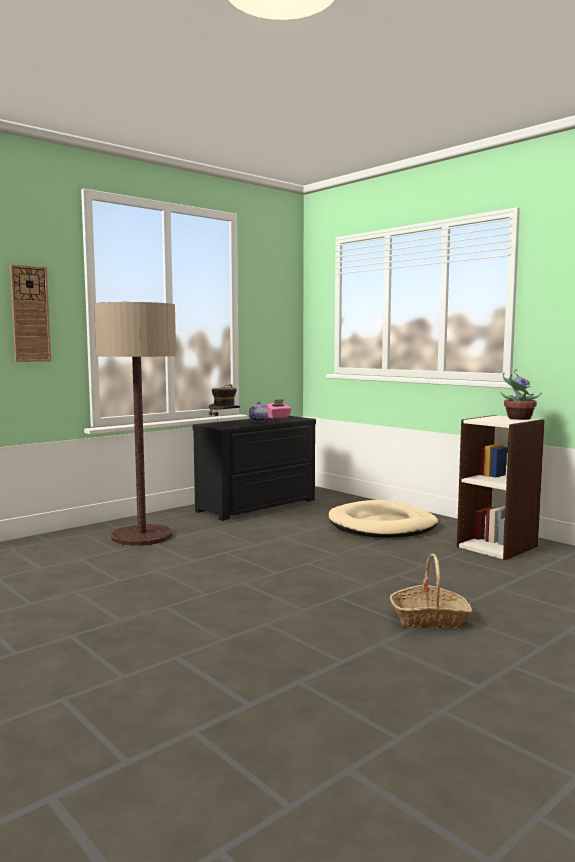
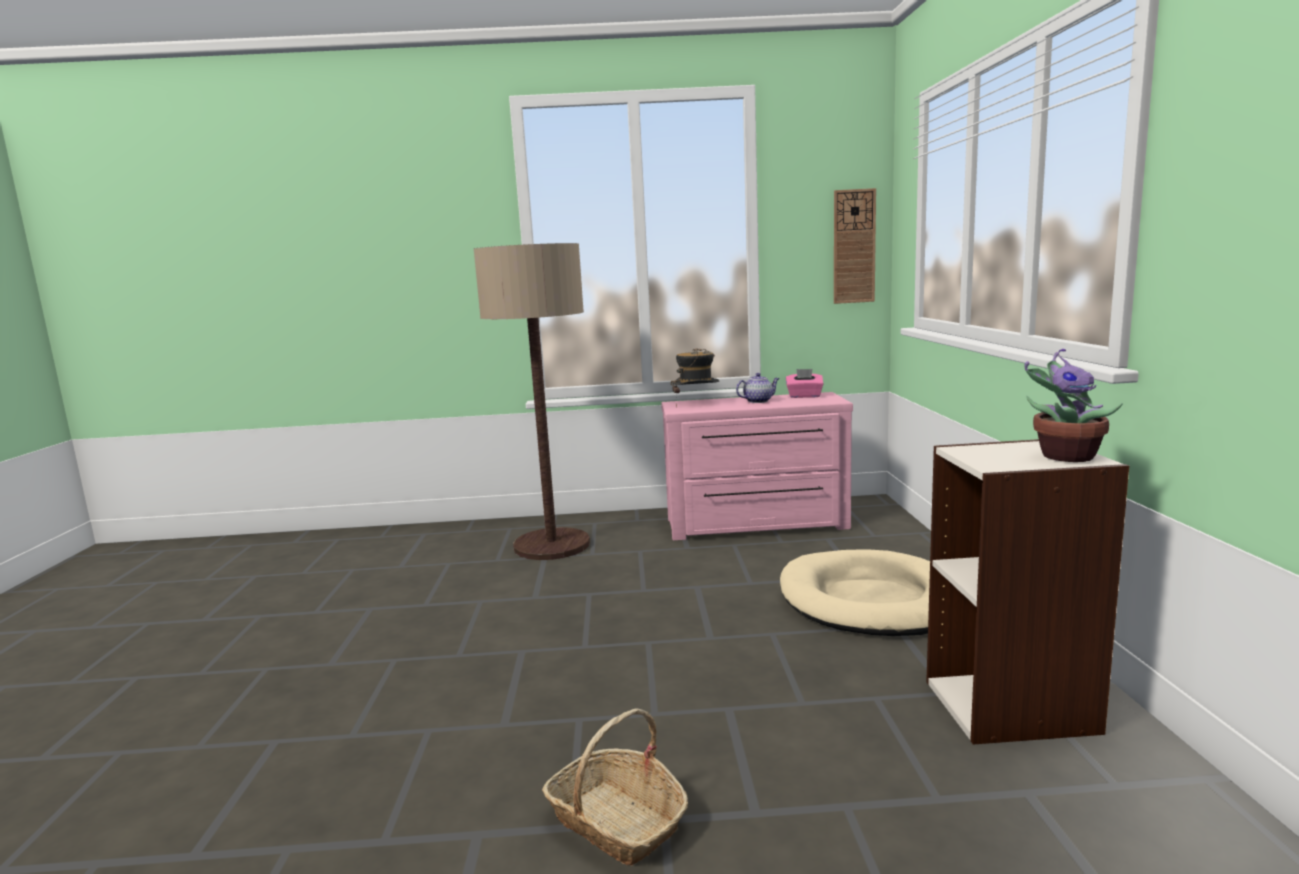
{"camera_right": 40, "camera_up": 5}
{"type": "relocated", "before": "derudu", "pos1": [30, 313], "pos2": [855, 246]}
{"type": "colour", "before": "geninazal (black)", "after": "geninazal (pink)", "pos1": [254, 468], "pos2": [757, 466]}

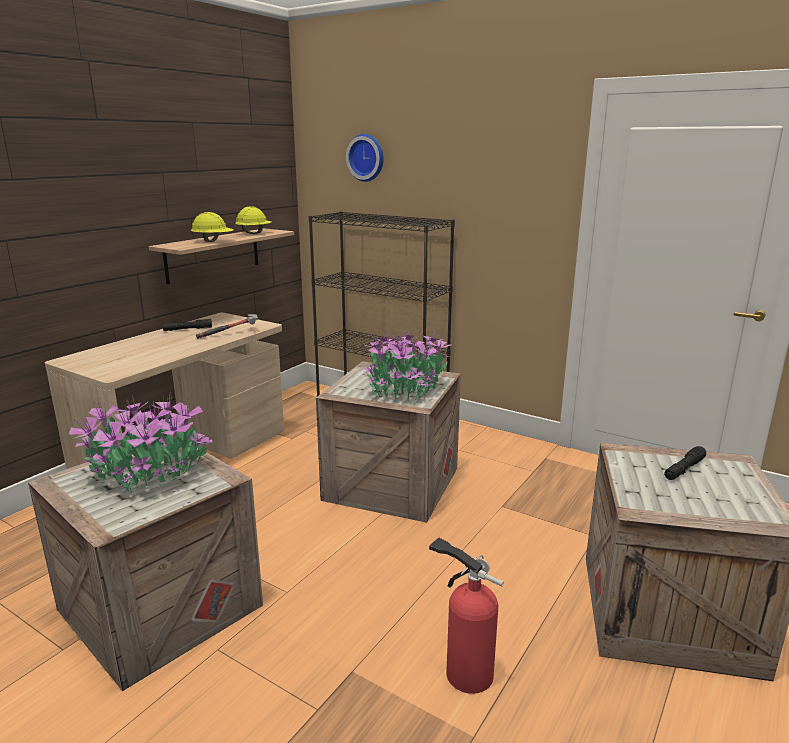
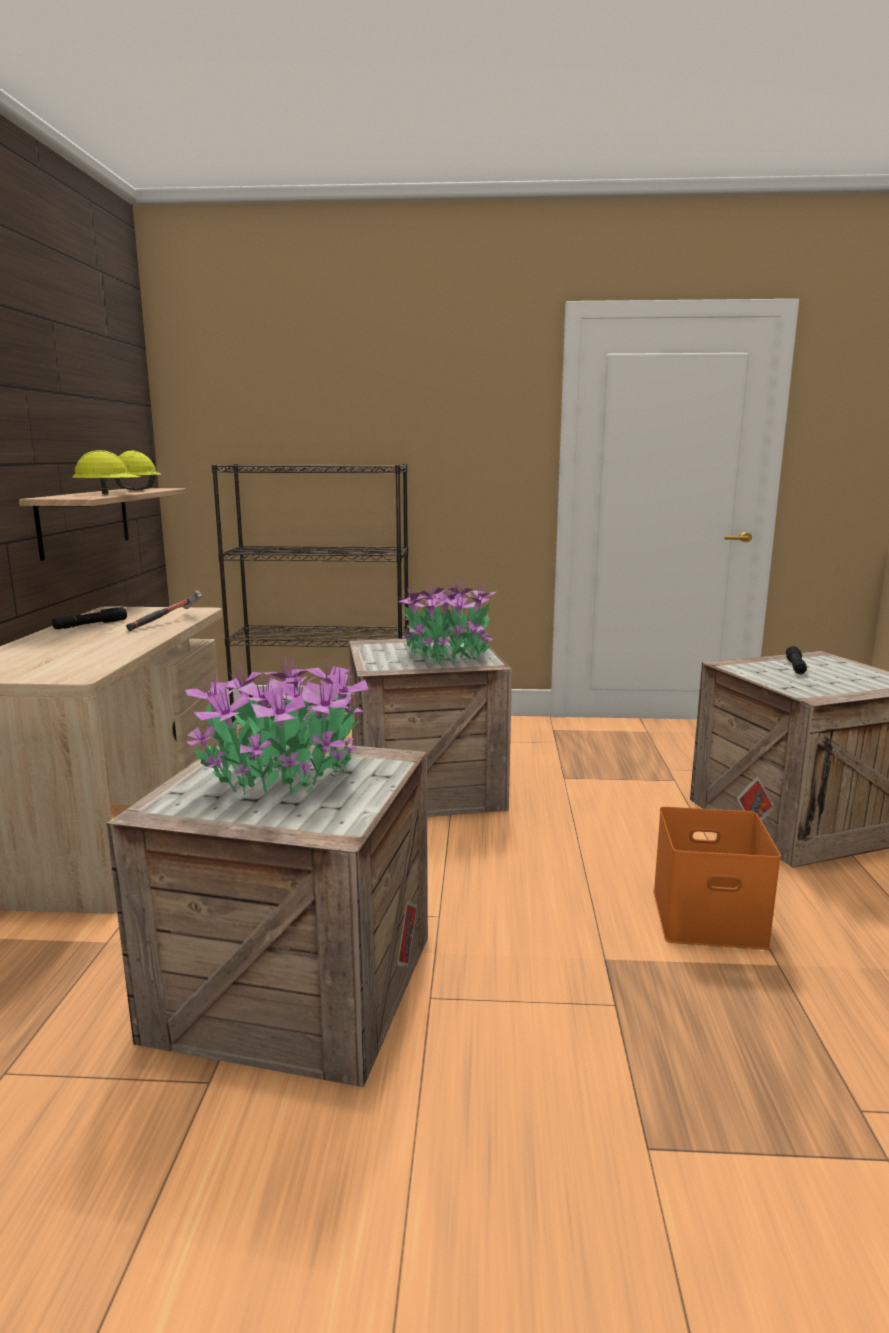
{"camera_right": -30, "camera_up": -5}
{"type": "missing", "before": "derudu", "pos1": [365, 158]}
{"type": "exchanged", "before": "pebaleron", "after": "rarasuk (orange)", "pos1": [466, 616], "pos2": [717, 878]}

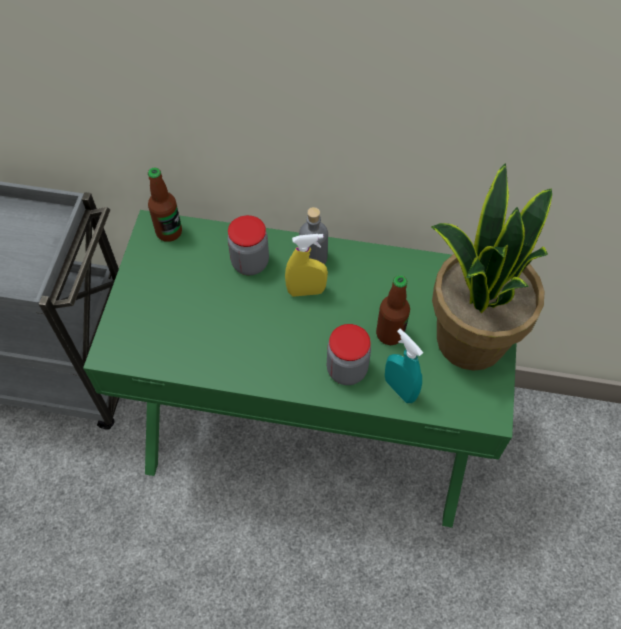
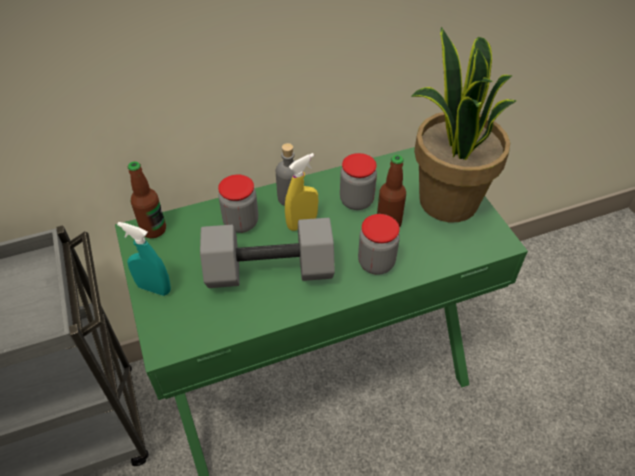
{"camera_right": -30, "camera_up": -10}
{"type": "appeared", "after": "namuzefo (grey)", "pos2": [267, 253]}
{"type": "appeared", "after": "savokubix", "pos2": [358, 181]}
{"type": "relocated", "before": "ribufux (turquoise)", "pos1": [404, 366], "pos2": [144, 259]}

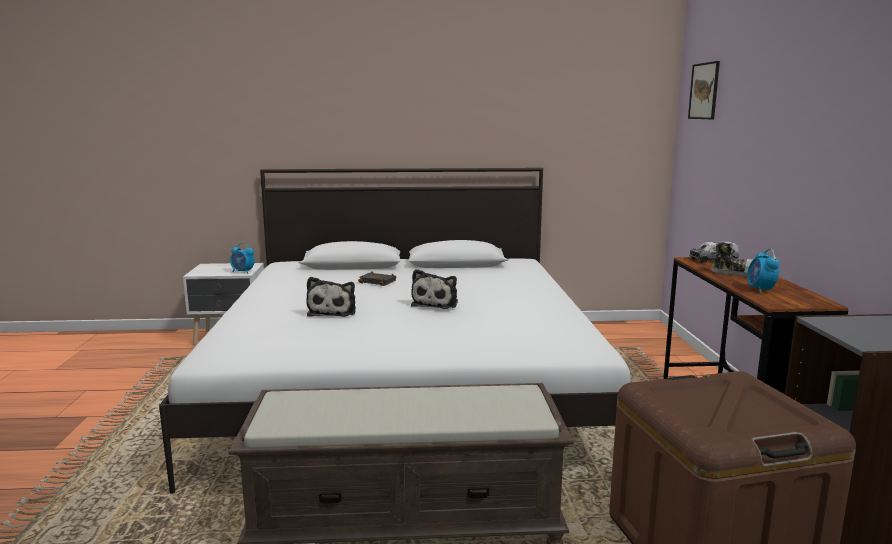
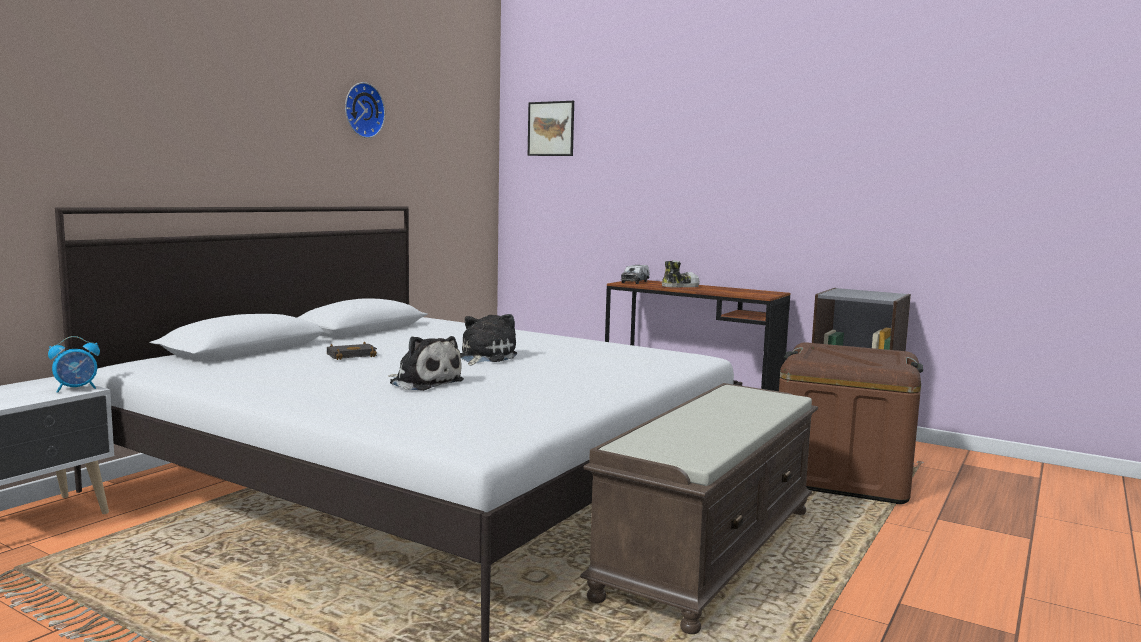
{"camera_right": -55, "camera_up": -5}
{"type": "missing", "before": "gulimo", "pos1": [763, 270]}
{"type": "appeared", "after": "derudu", "pos2": [365, 110]}
{"type": "spun", "before": "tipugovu", "pos1": [434, 289], "pos2": [488, 339], "turn": -120}

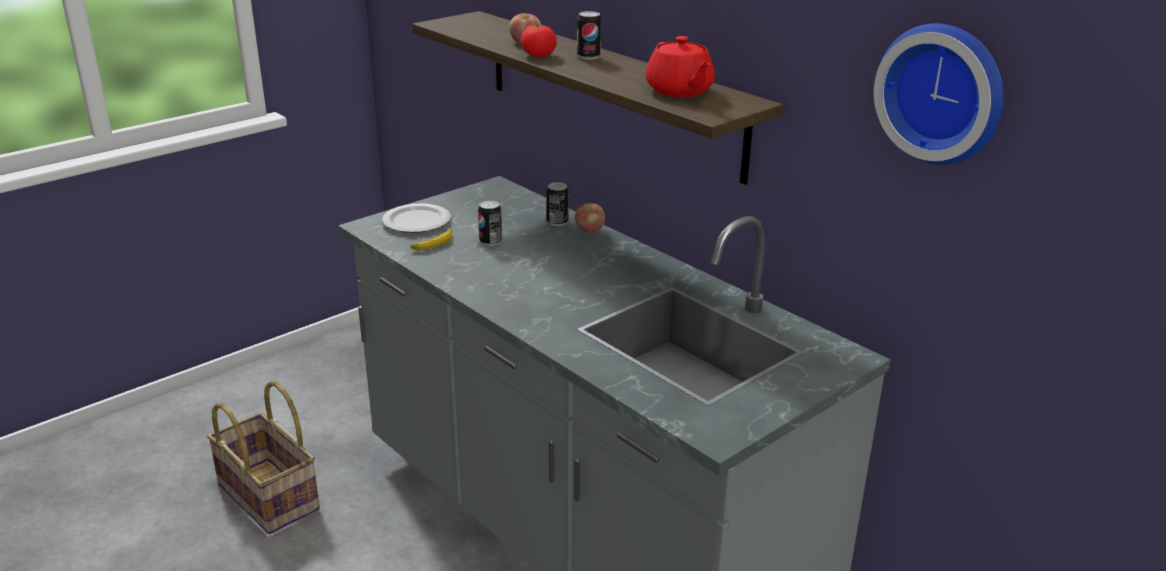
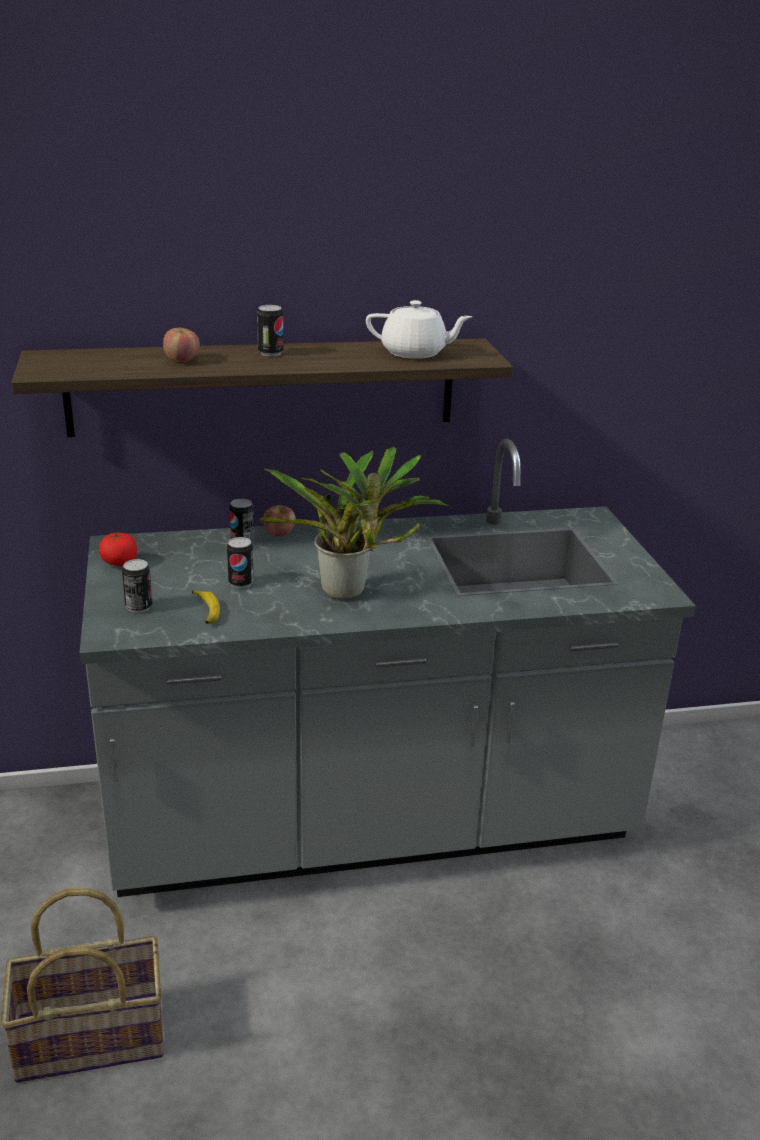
{"camera_right": -60, "camera_up": 0}
{"type": "missing", "before": "derudu", "pos1": [939, 94]}
{"type": "appeared", "after": "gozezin", "pos2": [355, 523]}
{"type": "relocated", "before": "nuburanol", "pos1": [539, 41], "pos2": [118, 549]}
{"type": "exchanged", "before": "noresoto", "after": "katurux", "pos1": [416, 218], "pos2": [137, 586]}
{"type": "colour", "before": "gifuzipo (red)", "after": "gifuzipo (white)", "pos1": [680, 66], "pos2": [419, 329]}

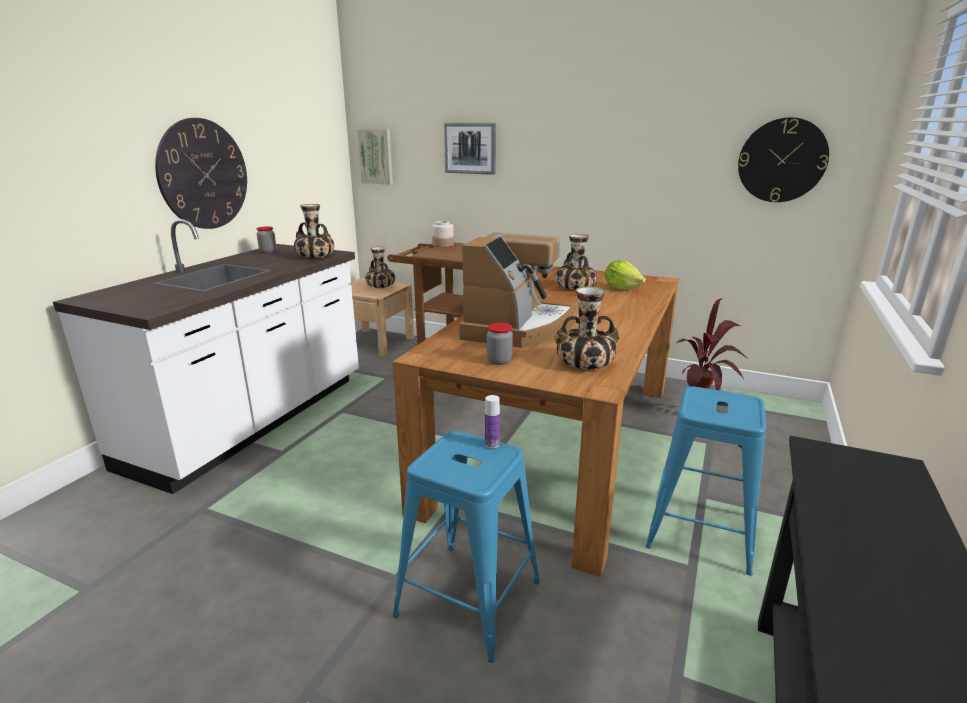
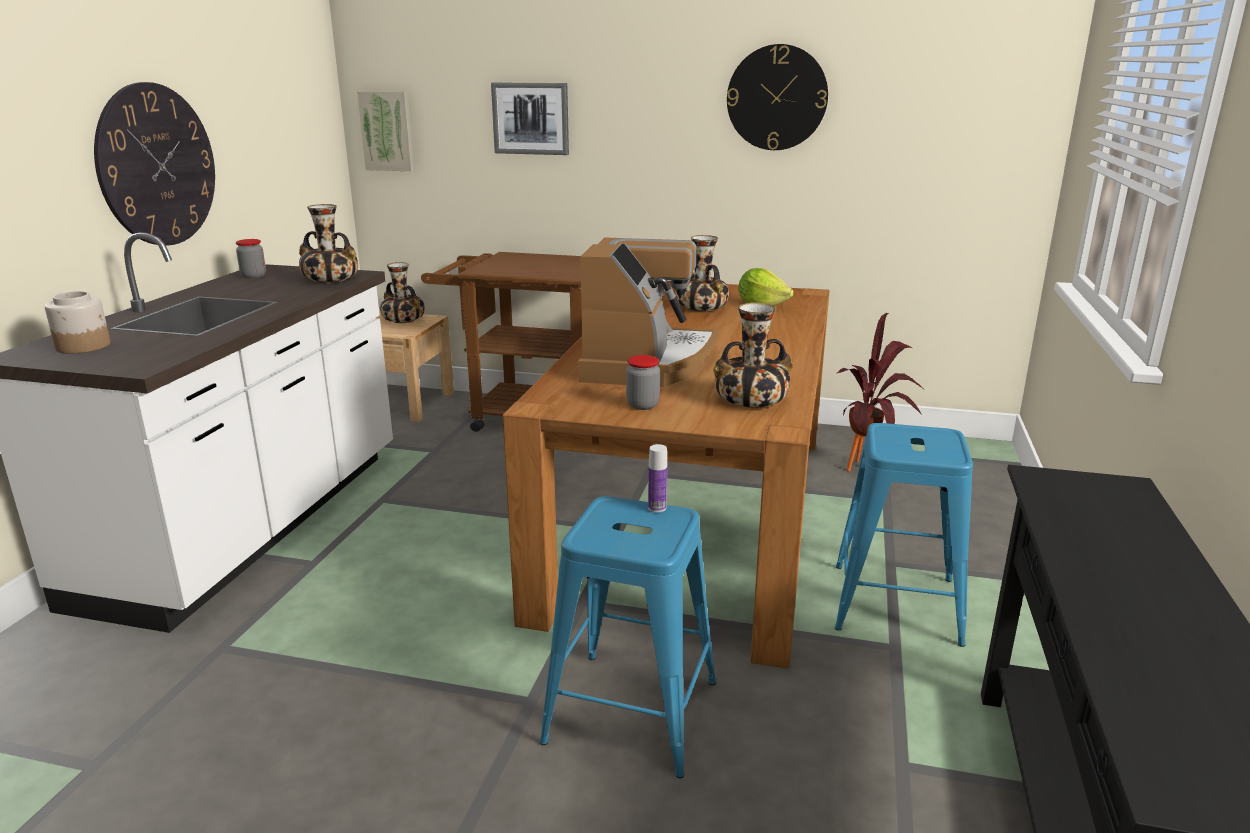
{"camera_right": -10, "camera_up": 0}
{"type": "relocated", "before": "savokubix", "pos1": [443, 234], "pos2": [77, 322]}
{"type": "relocated", "before": "derudu", "pos1": [783, 159], "pos2": [777, 97]}

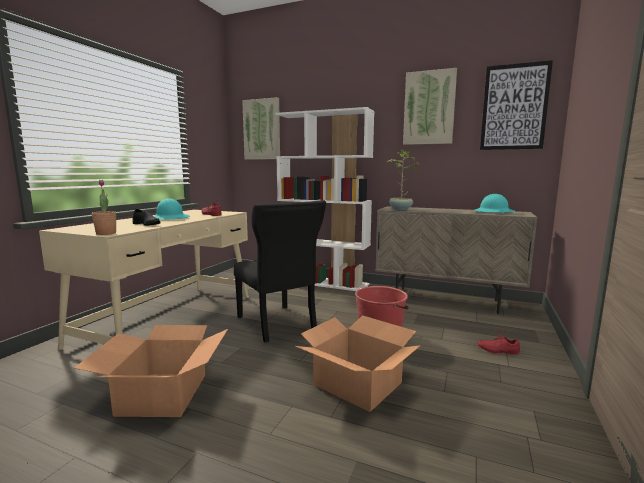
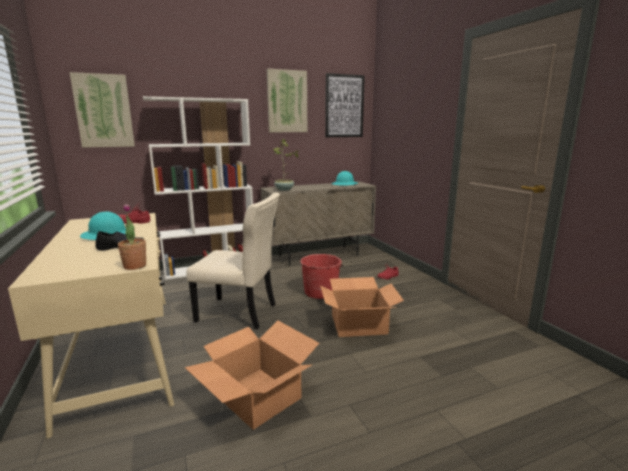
{"camera_right": -45, "camera_up": 5}
{"type": "colour", "before": "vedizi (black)", "after": "vedizi (beige)", "pos1": [280, 271], "pos2": [233, 261]}

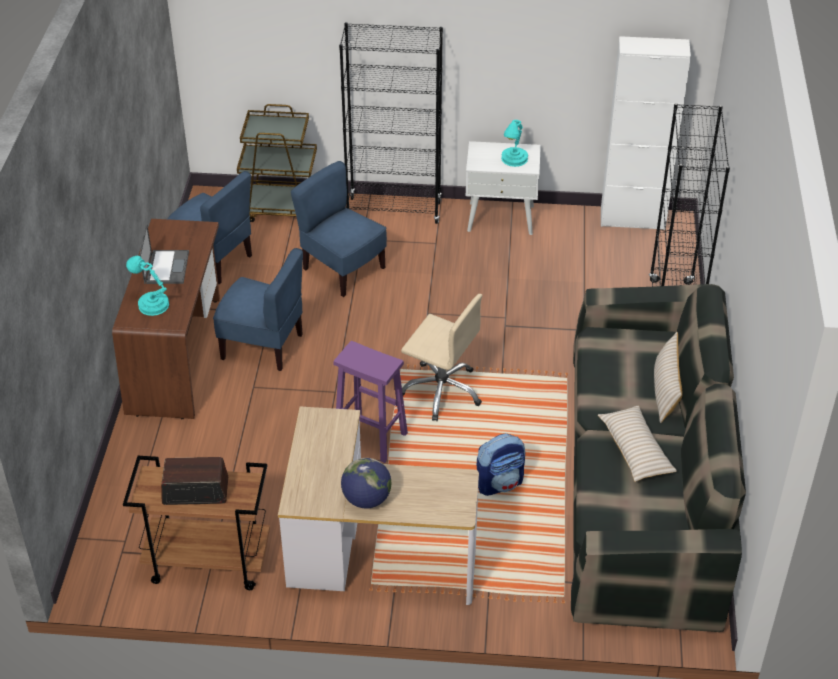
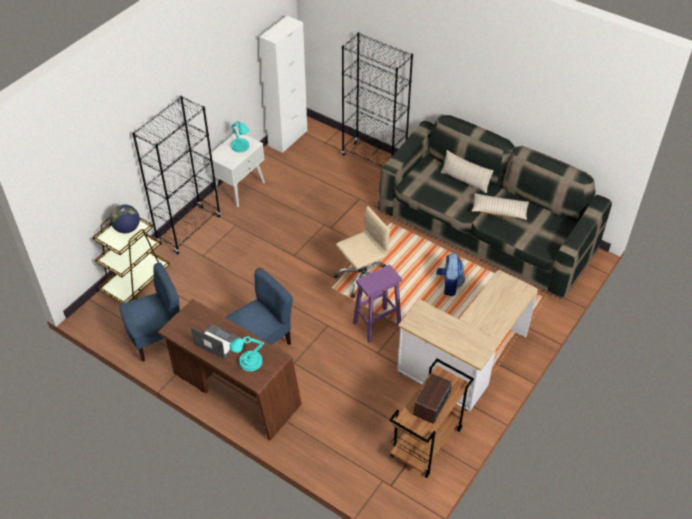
{"camera_right": -60, "camera_up": 5}
{"type": "missing", "before": "vedizi (blue)", "pos1": [339, 229]}
{"type": "relocated", "before": "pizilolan", "pos1": [366, 483], "pos2": [125, 218]}

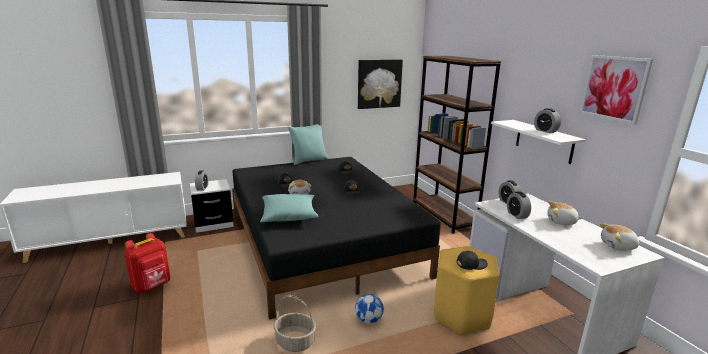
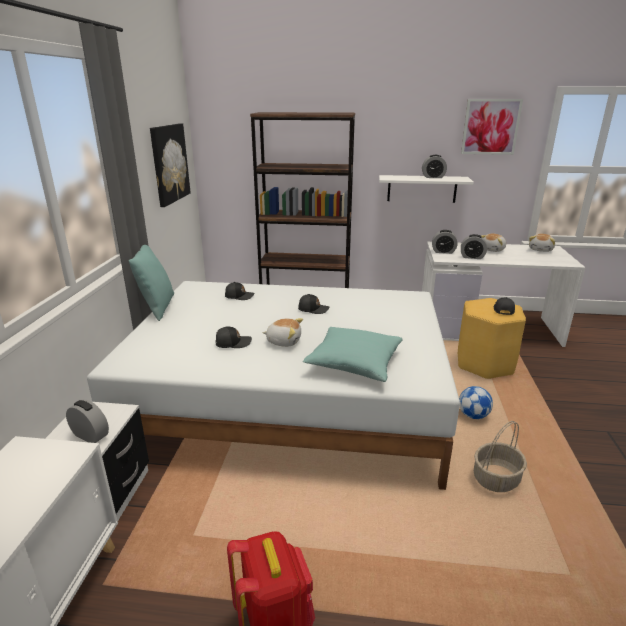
{"camera_right": -60, "camera_up": 5}
{"type": "colour", "before": "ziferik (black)", "after": "ziferik (white)", "pos1": [336, 238], "pos2": [273, 385]}

